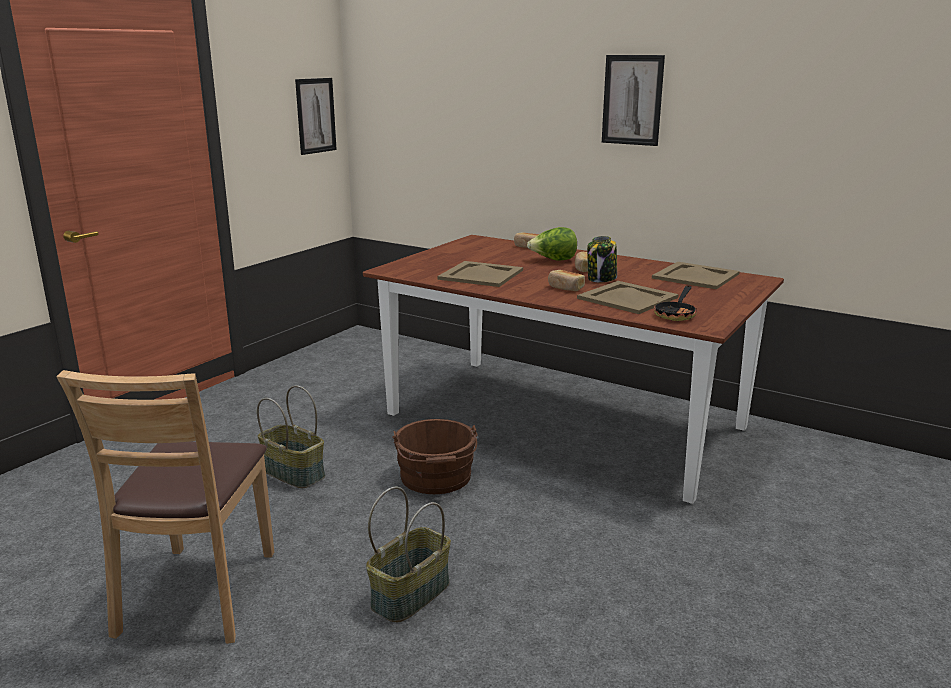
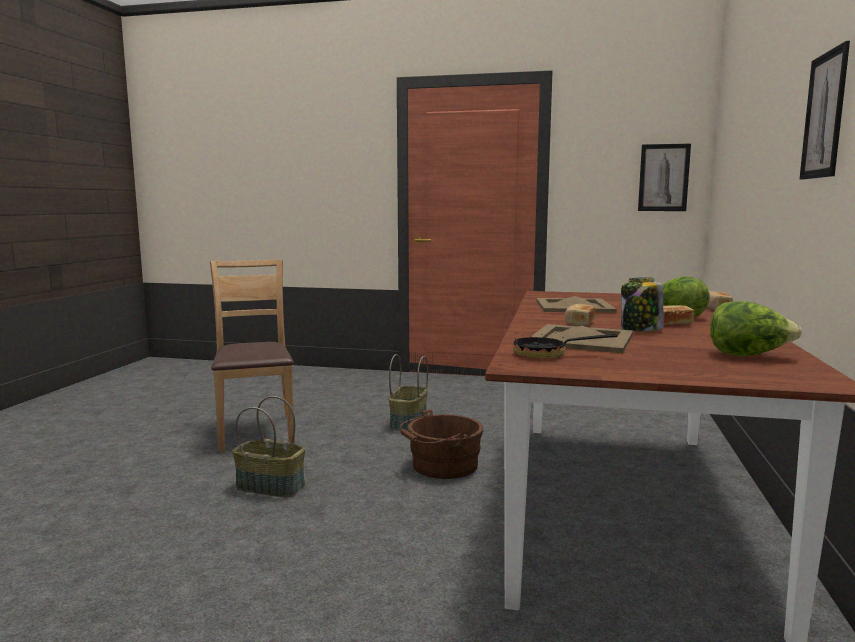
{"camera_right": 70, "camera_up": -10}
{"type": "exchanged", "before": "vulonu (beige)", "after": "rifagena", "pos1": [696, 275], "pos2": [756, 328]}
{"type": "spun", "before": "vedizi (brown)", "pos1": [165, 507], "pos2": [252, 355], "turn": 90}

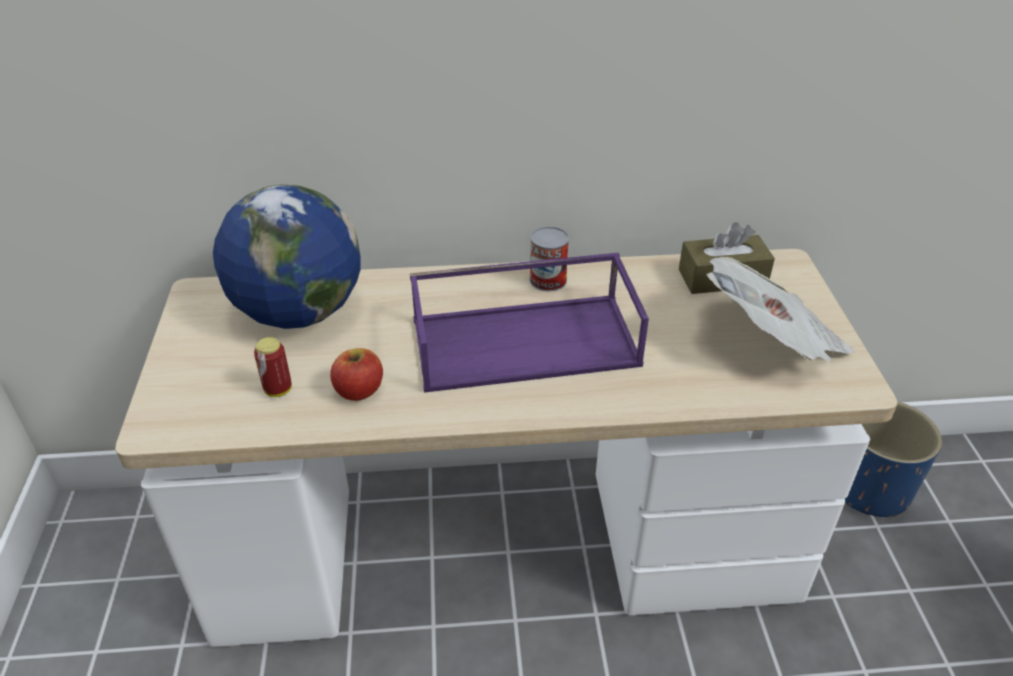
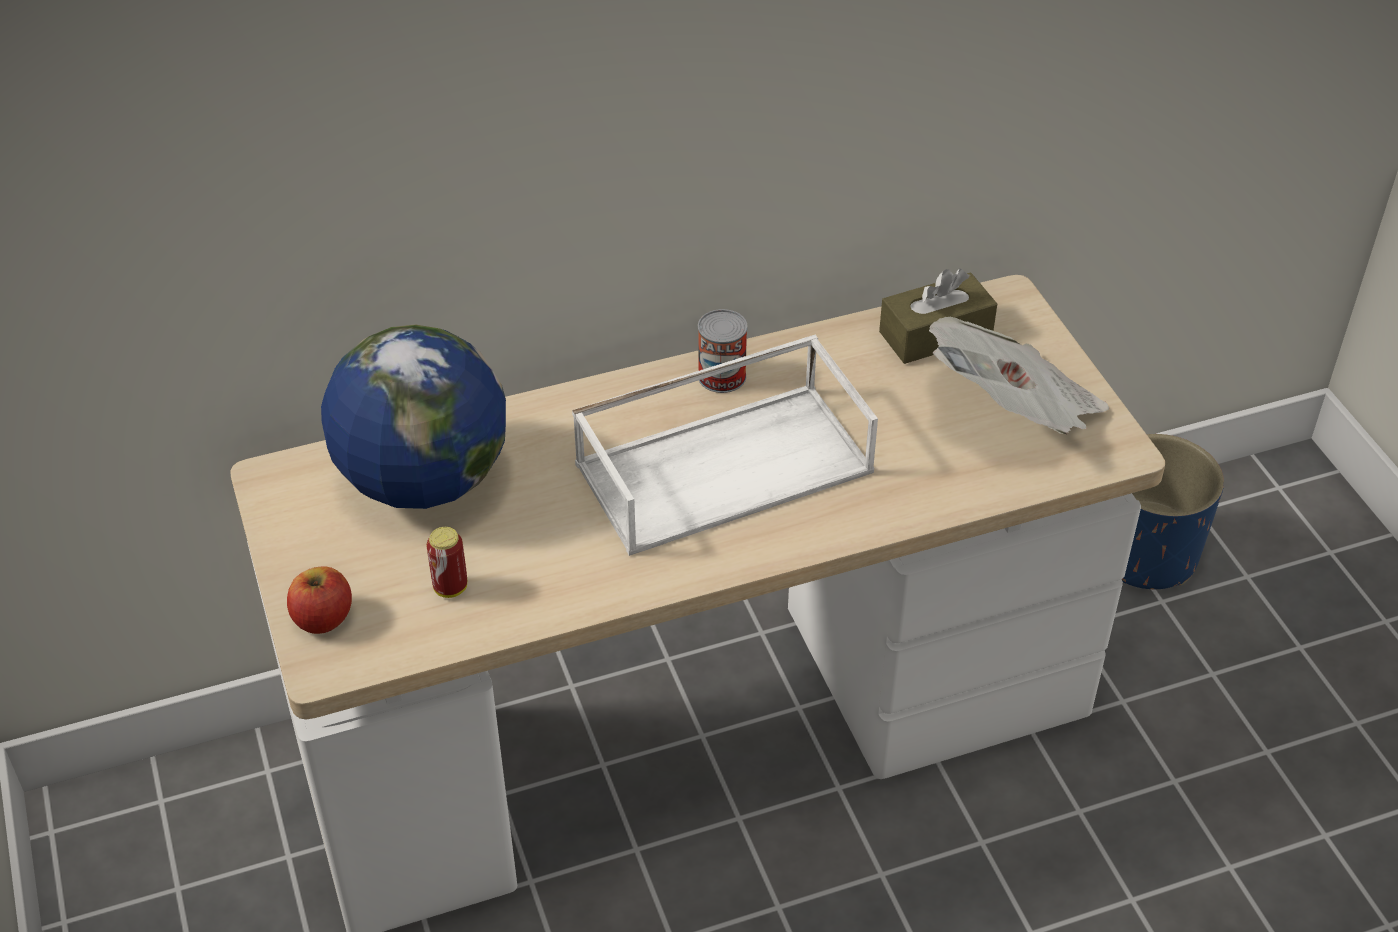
{"camera_right": -15, "camera_up": 5}
{"type": "relocated", "before": "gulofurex", "pos1": [356, 374], "pos2": [319, 600]}
{"type": "colour", "before": "vulonu (purple)", "after": "vulonu (white)", "pos1": [529, 323], "pos2": [725, 445]}

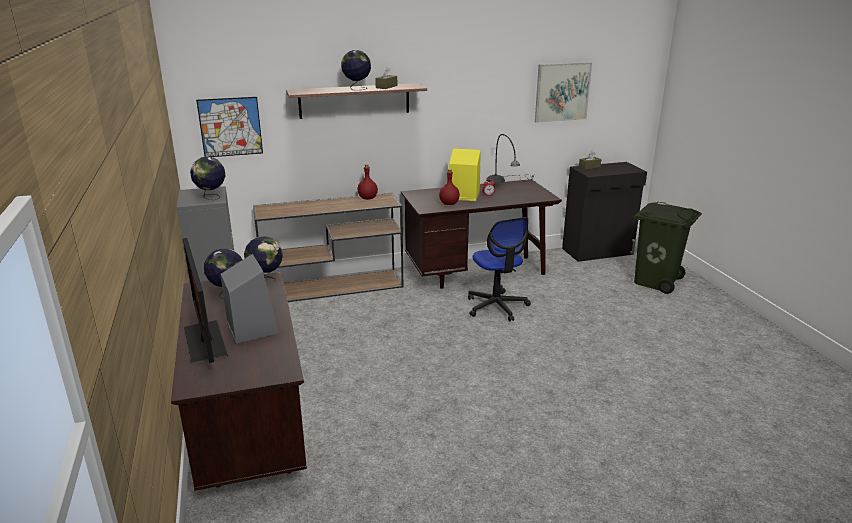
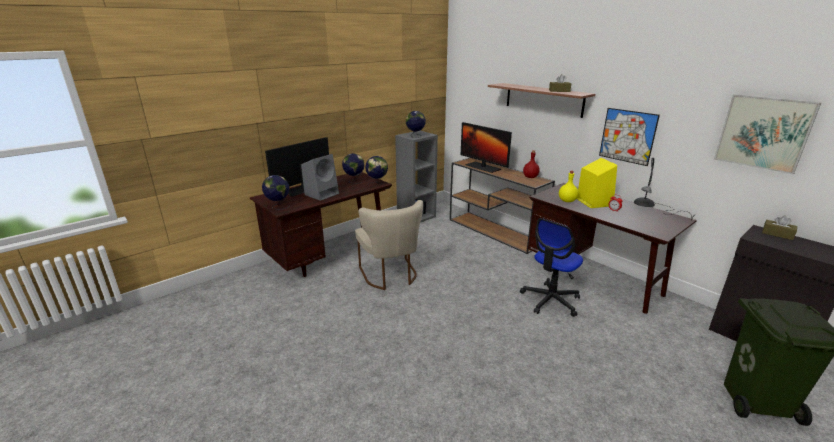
{"camera_right": 65, "camera_up": 0}
{"type": "appeared", "after": "vedizi (beige)", "pos2": [389, 245]}
{"type": "appeared", "after": "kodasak", "pos2": [486, 147]}
{"type": "relocated", "before": "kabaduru", "pos1": [229, 127], "pos2": [629, 137]}
{"type": "relocated", "before": "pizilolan", "pos1": [356, 70], "pos2": [275, 192]}
{"type": "colour", "before": "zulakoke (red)", "after": "zulakoke (yellow)", "pos1": [449, 187], "pos2": [568, 186]}

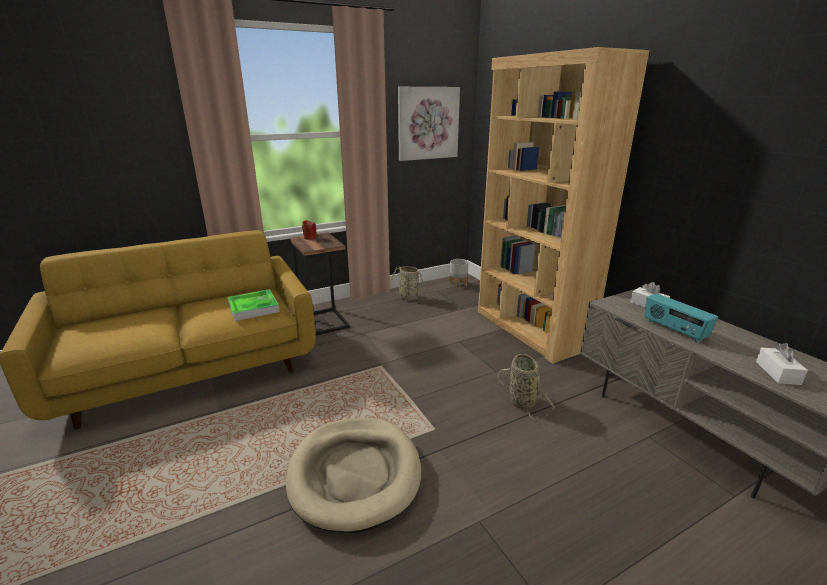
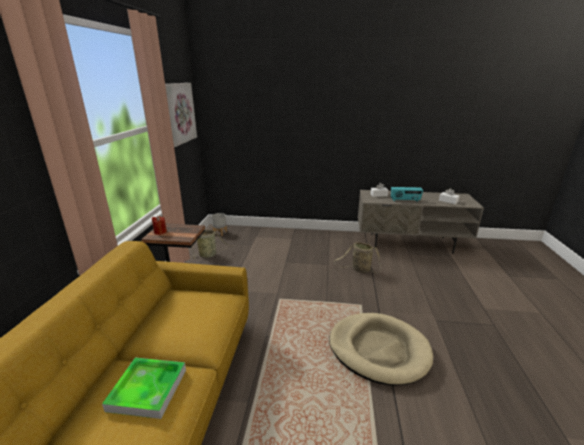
{"camera_right": -55, "camera_up": 0}
{"type": "missing", "before": "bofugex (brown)", "pos1": [564, 205]}
{"type": "relocated", "before": "vulonu", "pos1": [253, 305], "pos2": [144, 388]}

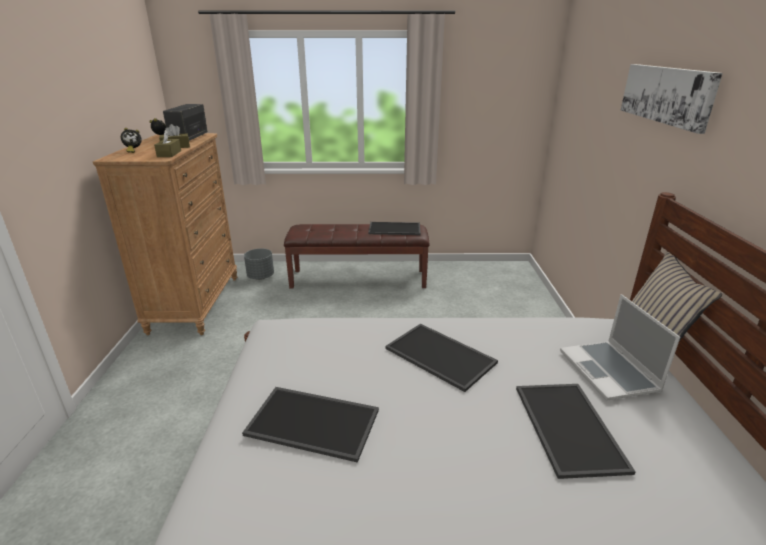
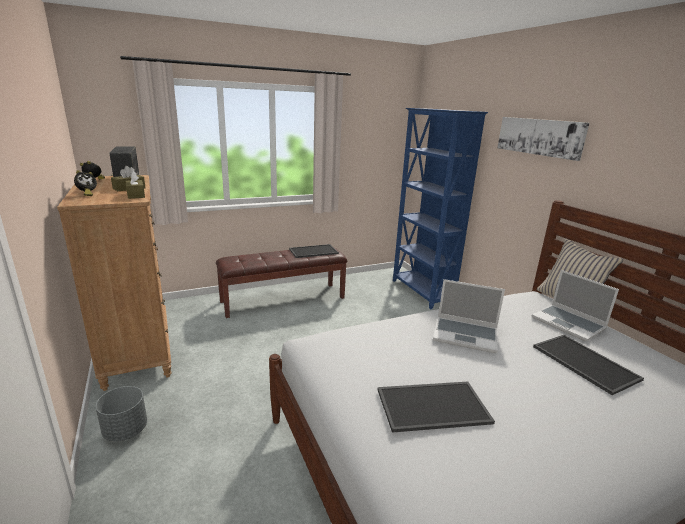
{"camera_right": -25, "camera_up": -5}
{"type": "appeared", "after": "bofugex (blue)", "pos2": [440, 208]}
{"type": "relocated", "before": "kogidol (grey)", "pos1": [259, 264], "pos2": [121, 414]}
{"type": "exchanged", "before": "vulonu", "after": "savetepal", "pos1": [441, 358], "pos2": [469, 316]}

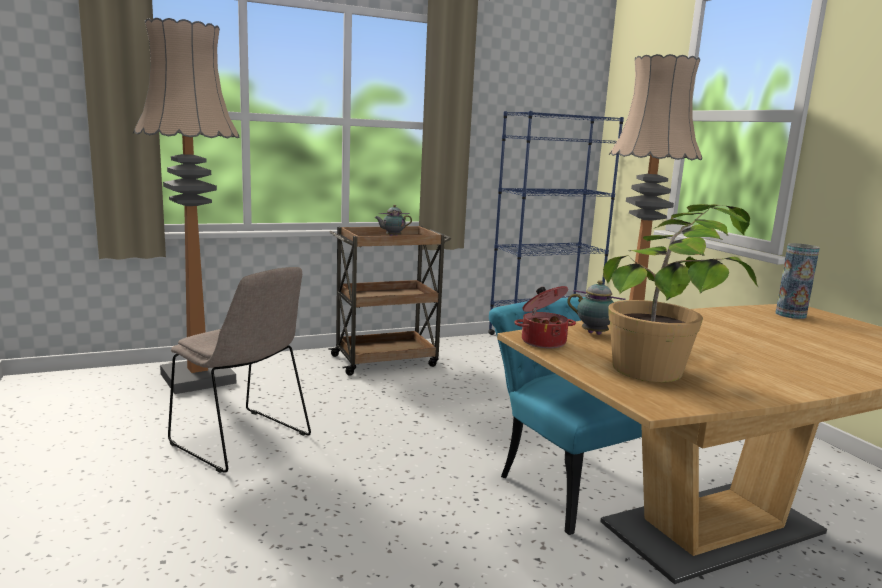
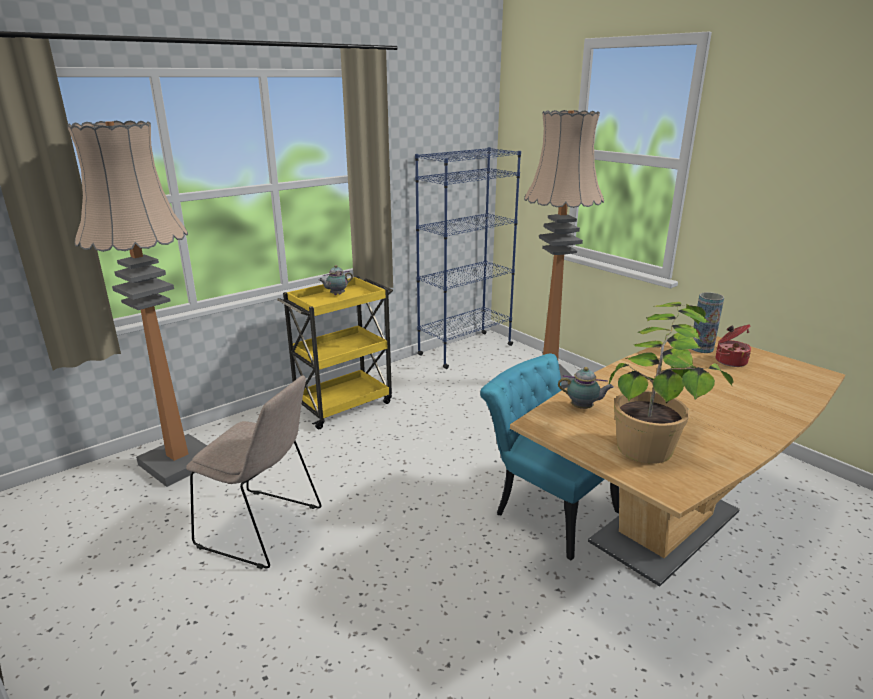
{"camera_right": -15, "camera_up": 10}
{"type": "relocated", "before": "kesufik", "pos1": [545, 317], "pos2": [733, 345]}
{"type": "colour", "before": "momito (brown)", "after": "momito (yellow)", "pos1": [389, 301], "pos2": [335, 352]}

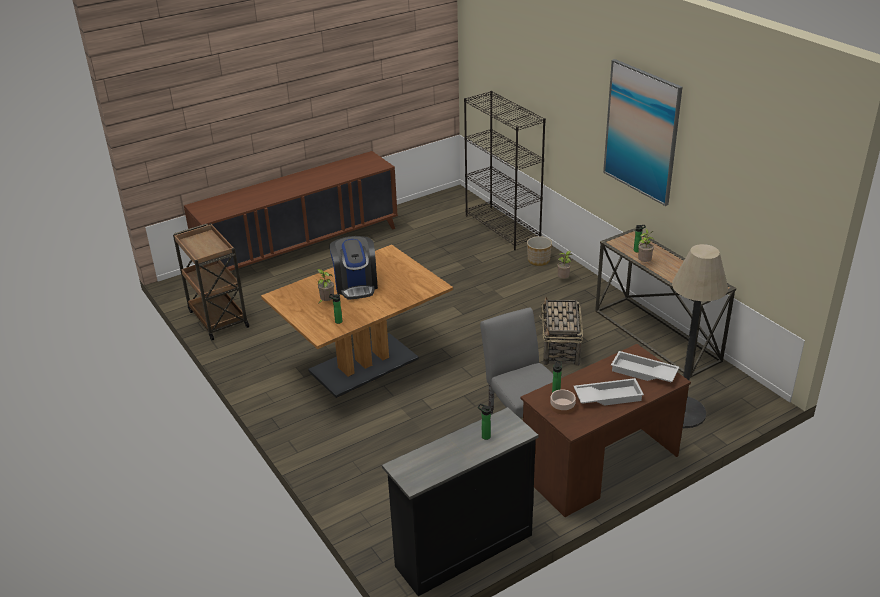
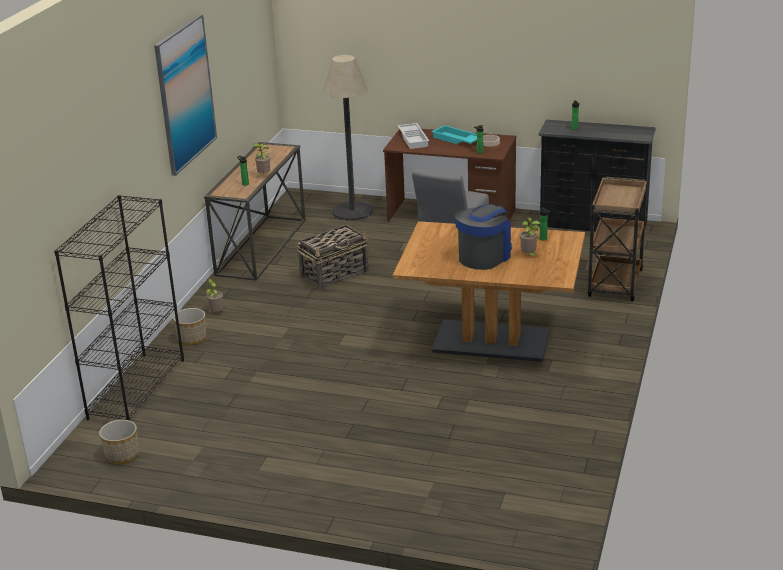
{"camera_right": -130, "camera_up": -5}
{"type": "missing", "before": "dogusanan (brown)", "pos1": [291, 211]}
{"type": "appeared", "after": "kogidol", "pos2": [119, 442]}
{"type": "relocated", "before": "momito (brown)", "pos1": [211, 281], "pos2": [618, 239]}
{"type": "colour", "before": "vulonu (white)", "after": "vulonu (turquoise)", "pos1": [609, 392], "pos2": [454, 134]}

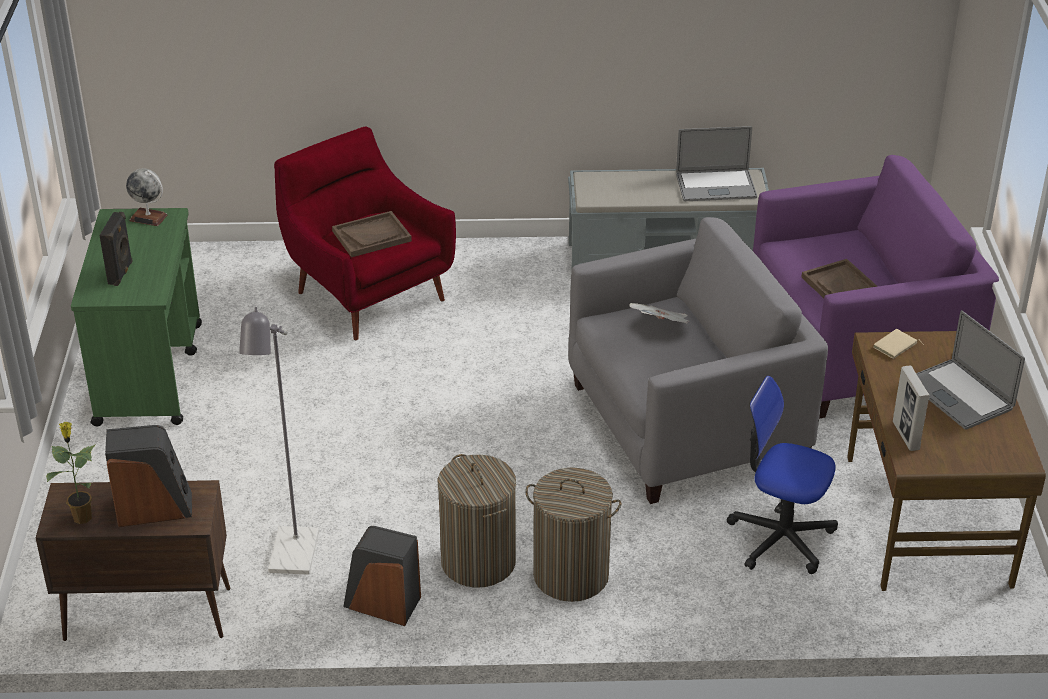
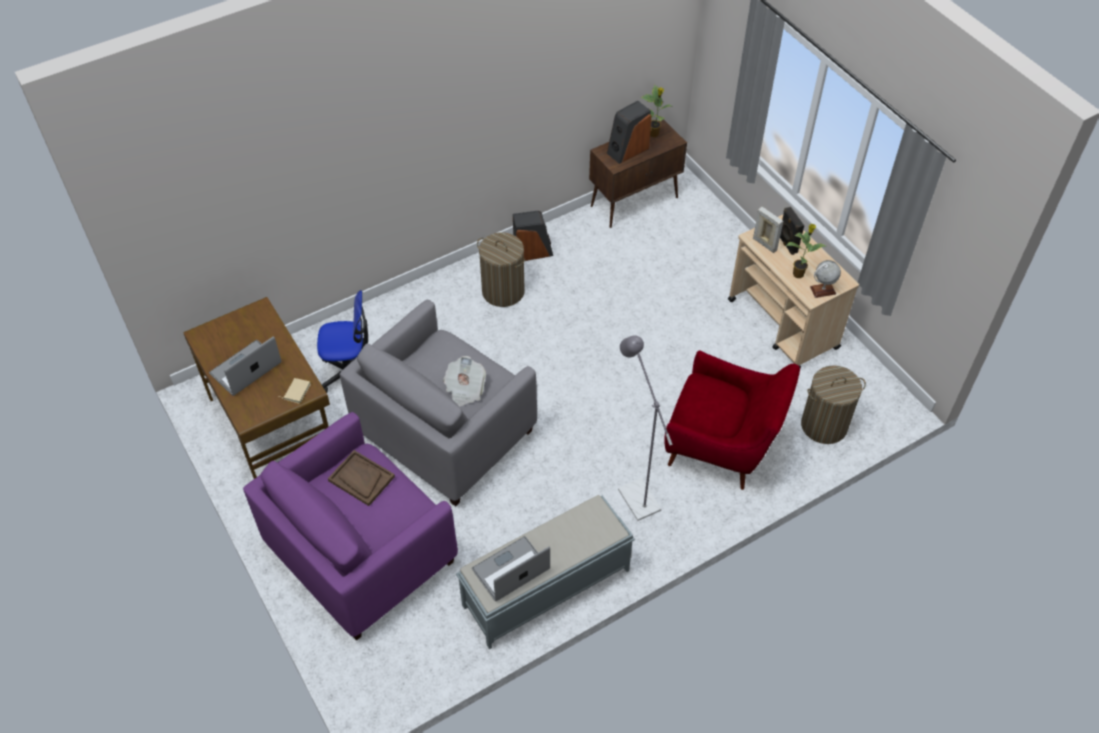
{"camera_right": 150, "camera_up": 15}
{"type": "missing", "before": "vulonu (brown)", "pos1": [372, 234]}
{"type": "appeared", "after": "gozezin", "pos2": [805, 251]}
{"type": "relocated", "before": "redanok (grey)", "pos1": [279, 441], "pos2": [645, 428]}
{"type": "relocated", "before": "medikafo", "pos1": [573, 534], "pos2": [833, 404]}
{"type": "relocated", "before": "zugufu", "pos1": [911, 408], "pos2": [768, 230]}
{"type": "colour", "before": "momito (green)", "after": "momito (beige)", "pos1": [136, 317], "pos2": [793, 291]}
{"type": "spun", "before": "savetepal", "pos1": [970, 370], "pos2": [245, 366], "turn": -75}

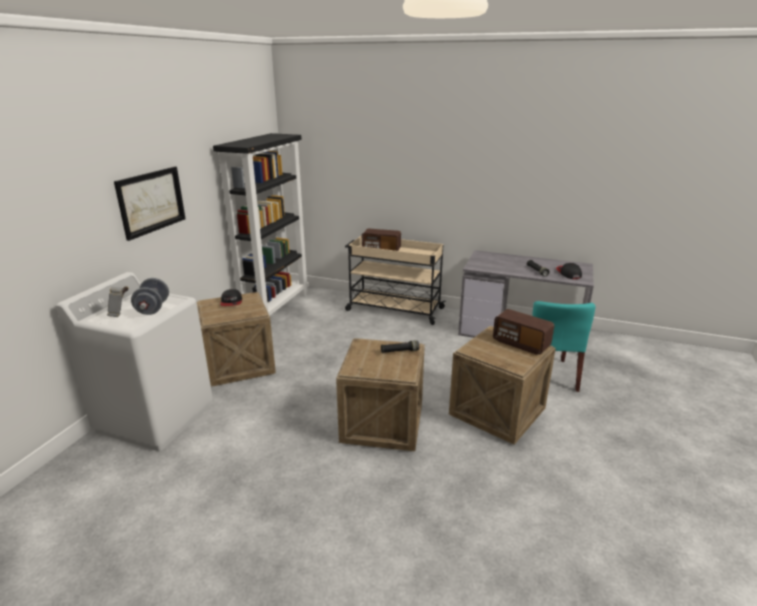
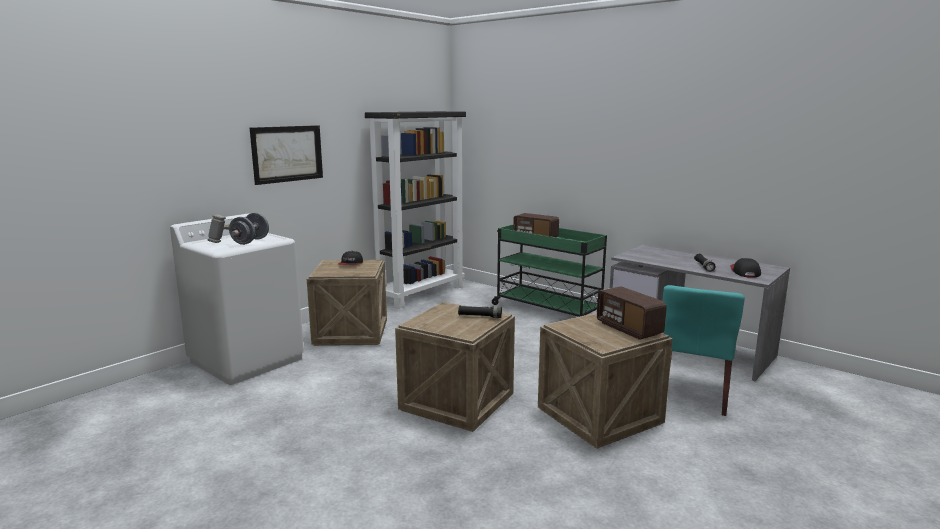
{"camera_right": 20, "camera_up": -10}
{"type": "colour", "before": "momito (beige)", "after": "momito (green)", "pos1": [395, 280], "pos2": [549, 271]}

